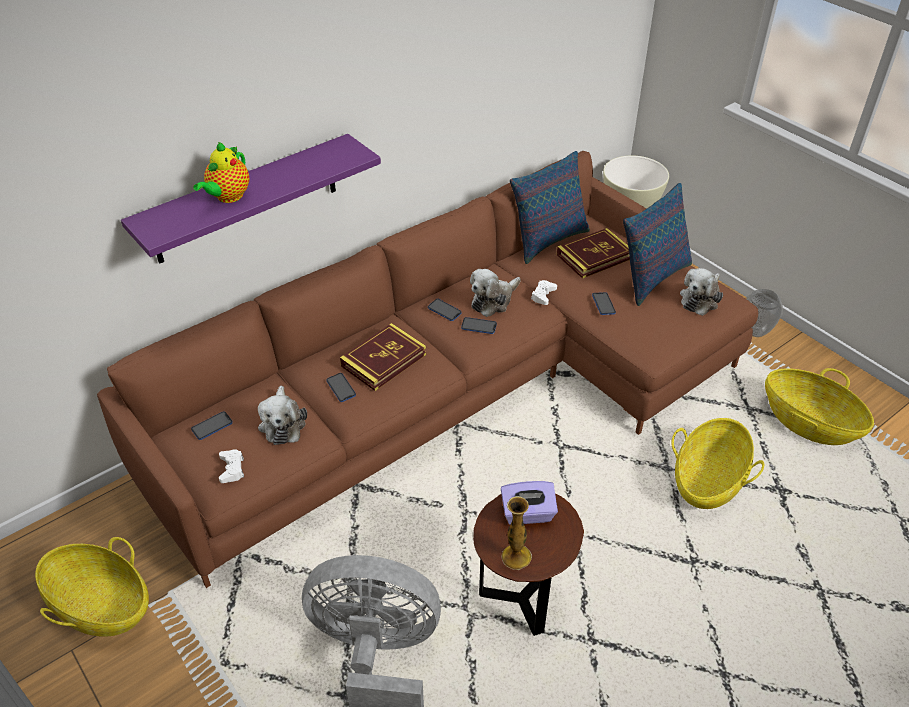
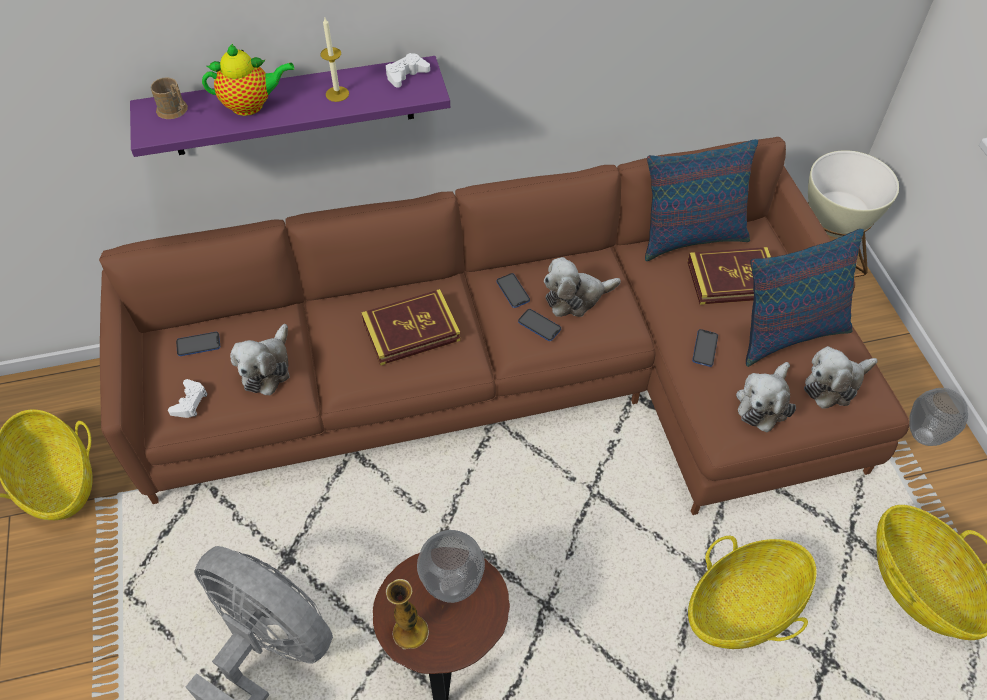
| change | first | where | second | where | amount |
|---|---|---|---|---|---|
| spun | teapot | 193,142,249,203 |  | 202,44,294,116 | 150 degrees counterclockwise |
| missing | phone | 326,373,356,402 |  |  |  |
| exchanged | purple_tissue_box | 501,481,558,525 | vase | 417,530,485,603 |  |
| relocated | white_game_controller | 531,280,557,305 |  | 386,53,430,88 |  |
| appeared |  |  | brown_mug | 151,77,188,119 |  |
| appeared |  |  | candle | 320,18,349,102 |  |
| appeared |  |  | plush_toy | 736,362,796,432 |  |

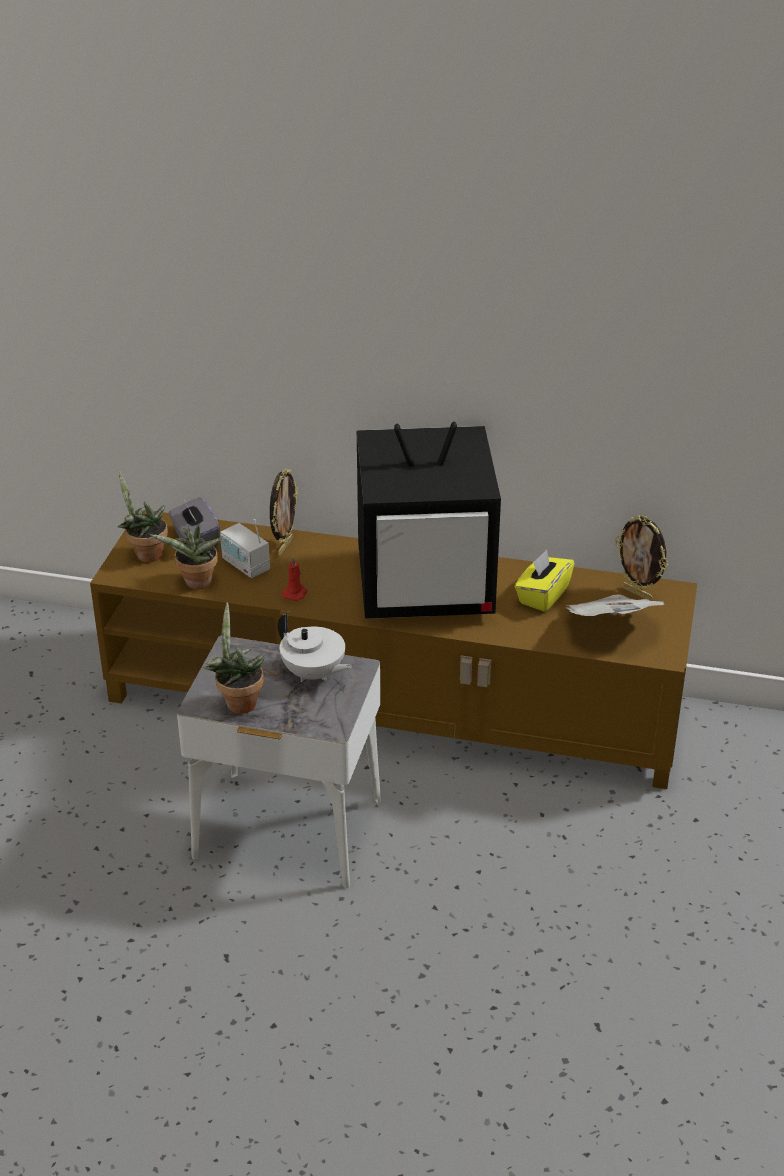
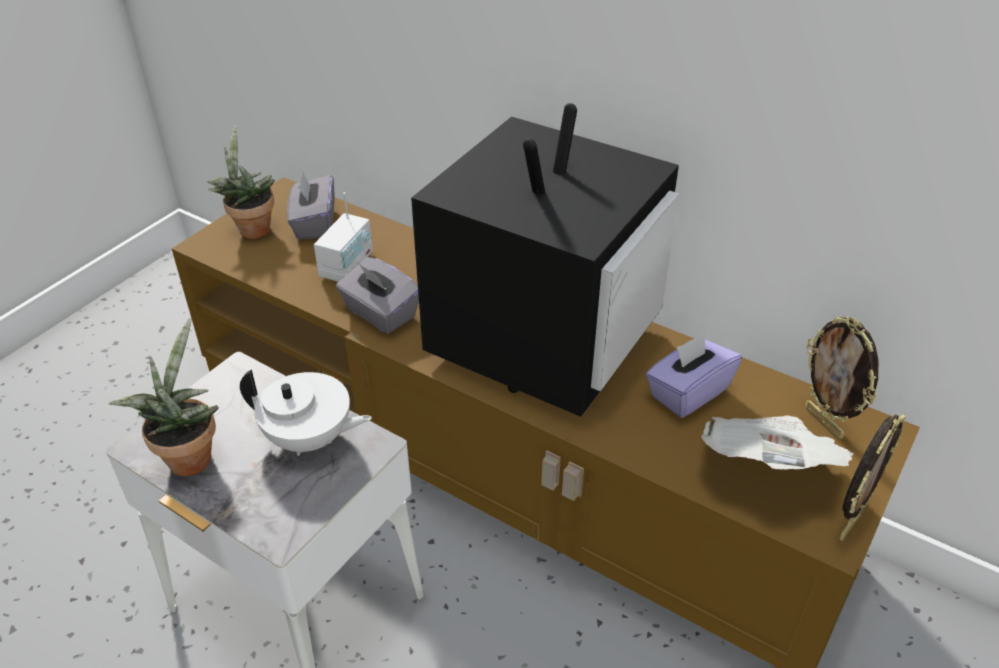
| change | first | where | second | where | amount |
|---|---|---|---|---|---|
| missing | potted_plant | 149,524,222,589 |  |  |  |
| spun | radio | 220,519,270,578 |  | 314,192,373,282 | 135 degrees counterclockwise |
| relocated | picture_frame | 270,469,298,556 |  | 839,413,906,541 |  |
| spun | white_teapot | 278,614,352,682 |  | 240,370,372,456 | 45 degrees counterclockwise |
| exchanged | red_candle | 282,556,307,601 | grey_tissue_box | 336,257,419,334 |  |
| spun | television | 357,422,501,619 |  | 411,103,679,417 | 75 degrees counterclockwise |
| colour | yellow_tissue_box | 515,549,574,612 | purple_tissue_box | 646,332,742,418 |  |

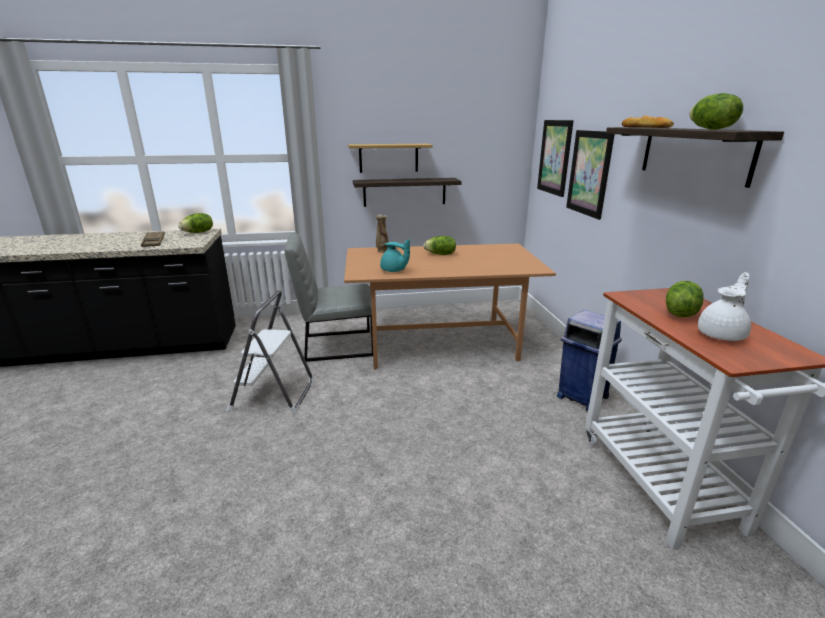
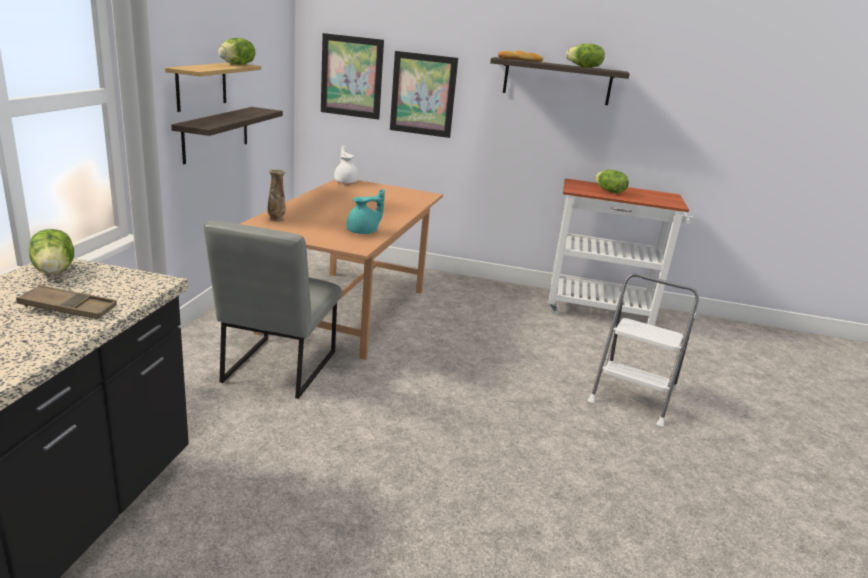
| change | first | where | second | where | amount |
|---|---|---|---|---|---|
| relocated | white_step_ladder | 227,290,314,414 |  | 588,274,699,427 |  |
| relocated | lettuce | 423,236,456,255 |  | 218,38,256,65 |  |
| missing | blue_trash_can | 557,310,622,411 |  |  |  |
| relocated | white_teapot | 698,272,751,341 |  | 334,145,359,183 |  |

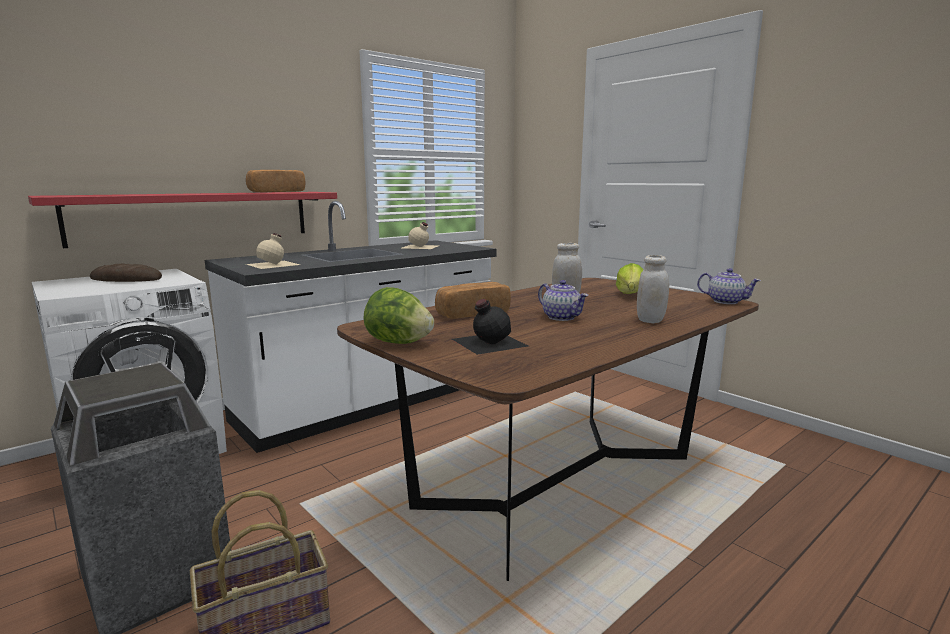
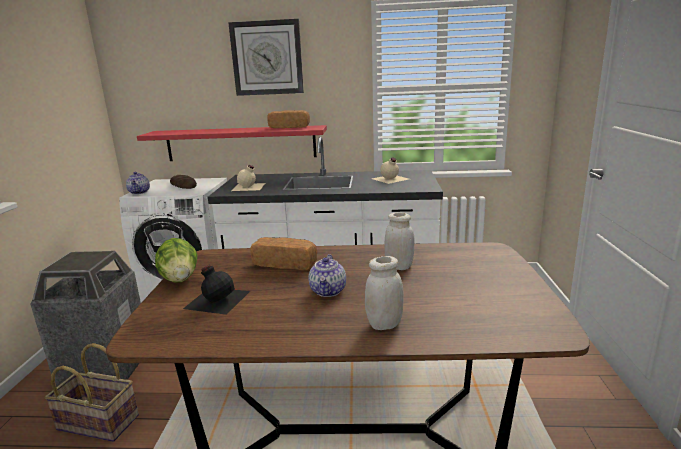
| change | first | where | second | where | amount |
|---|---|---|---|---|---|
| missing | lettuce | 616,263,643,294 |  |  |  |
| relocated | teapot | 697,268,761,304 |  | 126,172,150,194 |  |
| appeared |  |  | wall_clock | 228,19,304,96 |  |

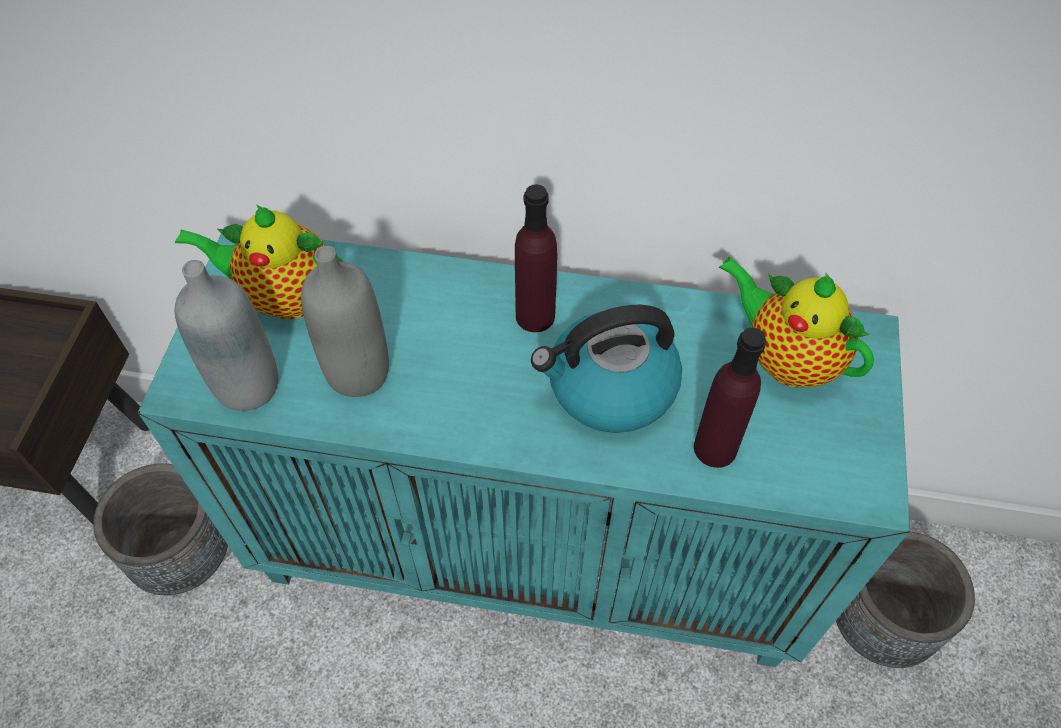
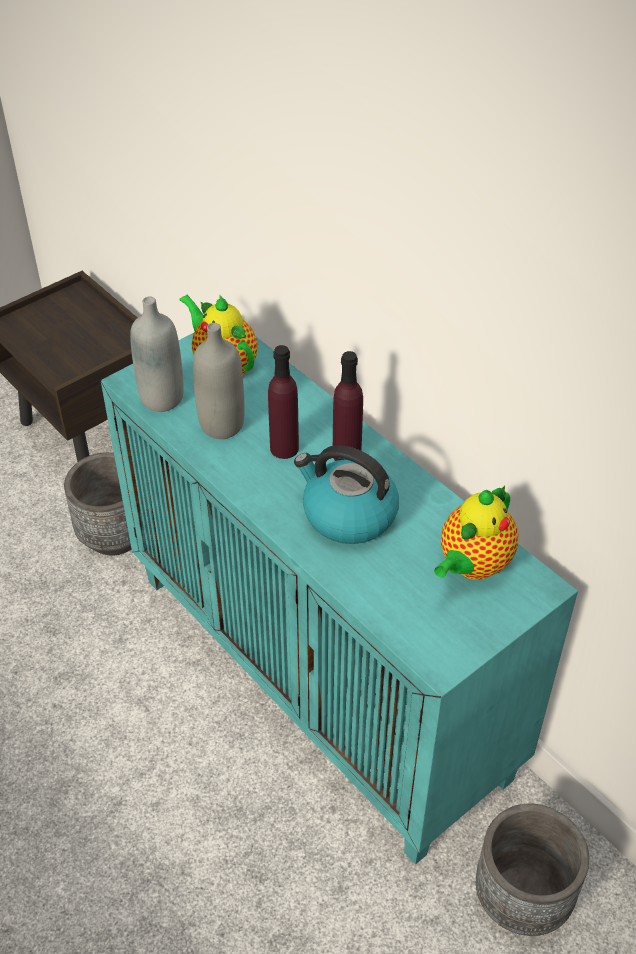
| change | first | where | second | where | amount |
|---|---|---|---|---|---|
| relocated | purple_bottle | 694,328,766,468 |  | 268,345,299,459 |  |
| spun | teapot | 718,257,874,387 |  | 434,485,519,580 | 135 degrees counterclockwise |

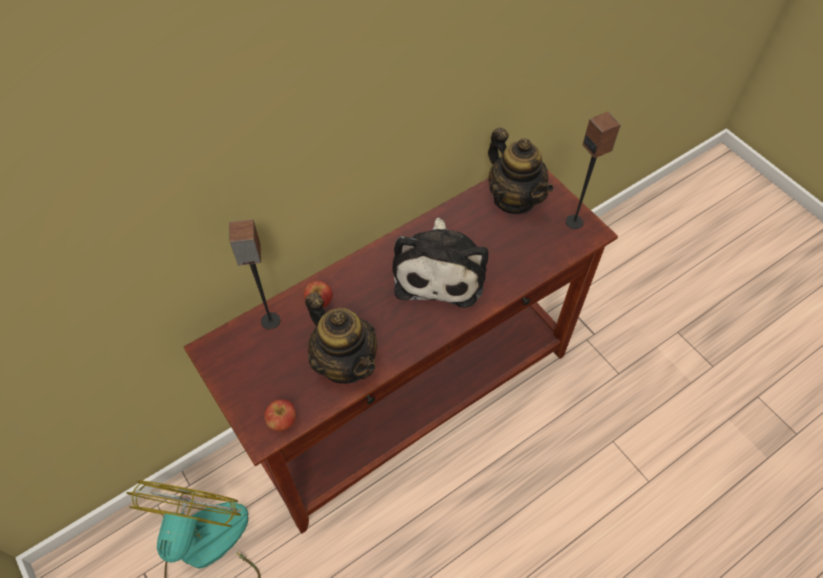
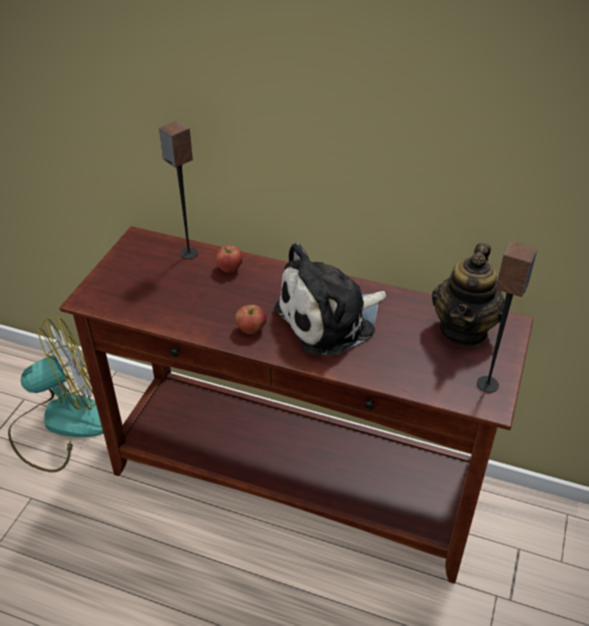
| change | first | where | second | where | amount |
|---|---|---|---|---|---|
| relocated | apple | 264,399,296,431 |  | 235,305,267,334 |  |
| missing | teapot | 305,292,377,384 |  |  |  |

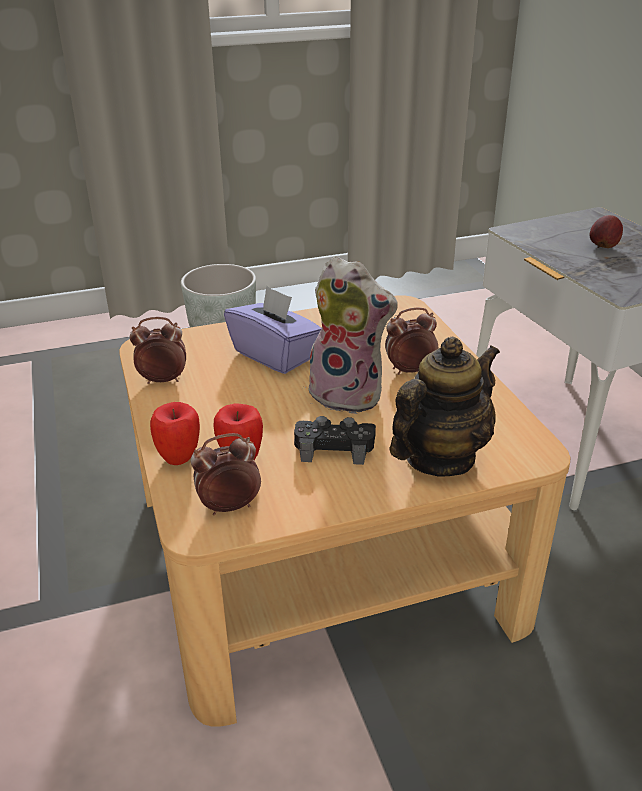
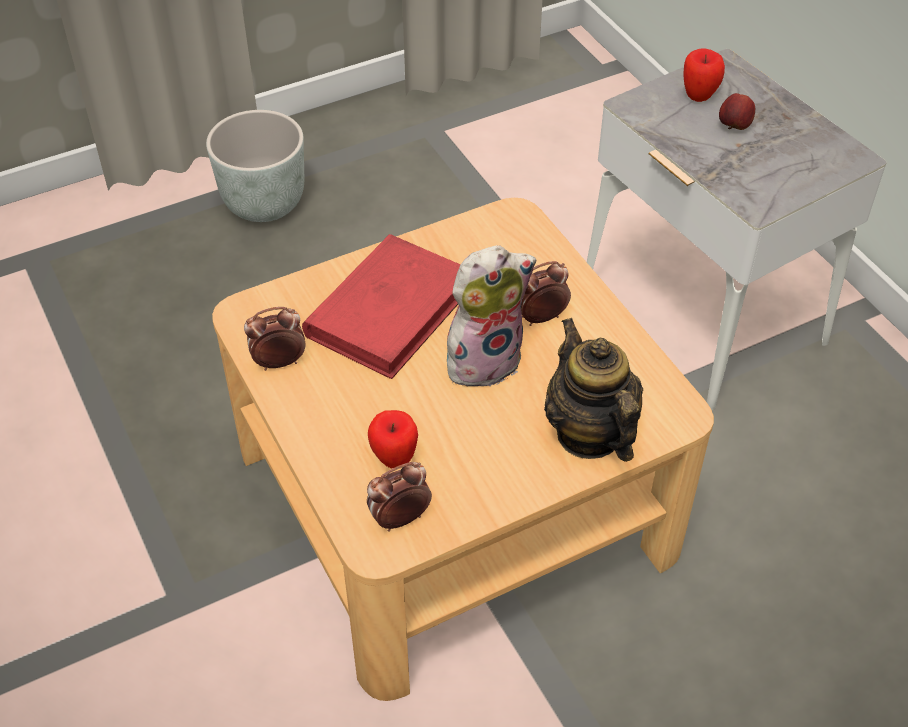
| change | first | where | second | where | amount |
|---|---|---|---|---|---|
| relocated | apple | 150,402,200,465 |  | 683,48,725,102 |  |
| exchanged | purple_tissue_box | 224,286,321,374 | red_book | 302,234,460,379 |  |
| missing | black_game_controller | 294,416,376,465 |  |  |  |
| spun | plush_toy | 305,256,398,414 |  | 447,245,536,387 | 45 degrees counterclockwise |
| spun | teapot | 389,336,500,477 |  | 544,318,643,462 | 60 degrees counterclockwise |

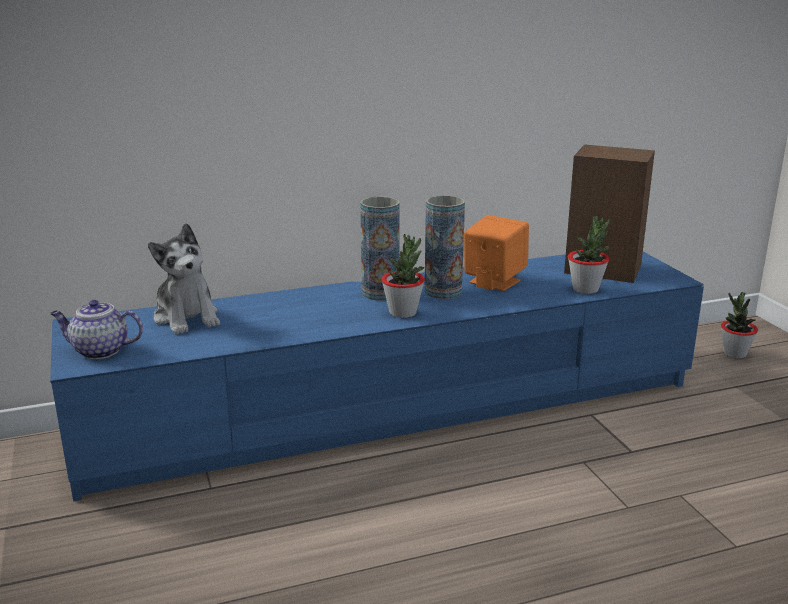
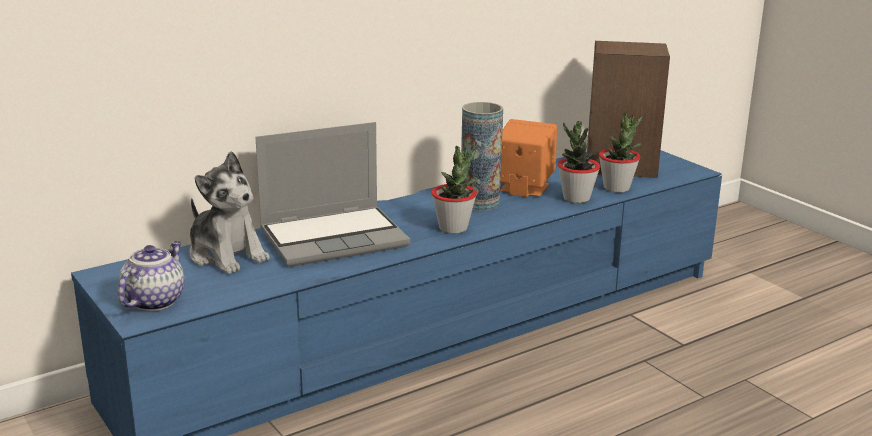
| change | first | where | second | where | amount |
|---|---|---|---|---|---|
| spun | teapot | 50,300,143,359 |  | 118,241,184,311 | 120 degrees clockwise |
| missing | vase | 360,197,400,301 |  |  |  |
| relocated | potted_plant | 721,292,758,359 |  | 558,121,600,203 |  |
| appeared |  |  | laptop | 255,122,410,267 |  |

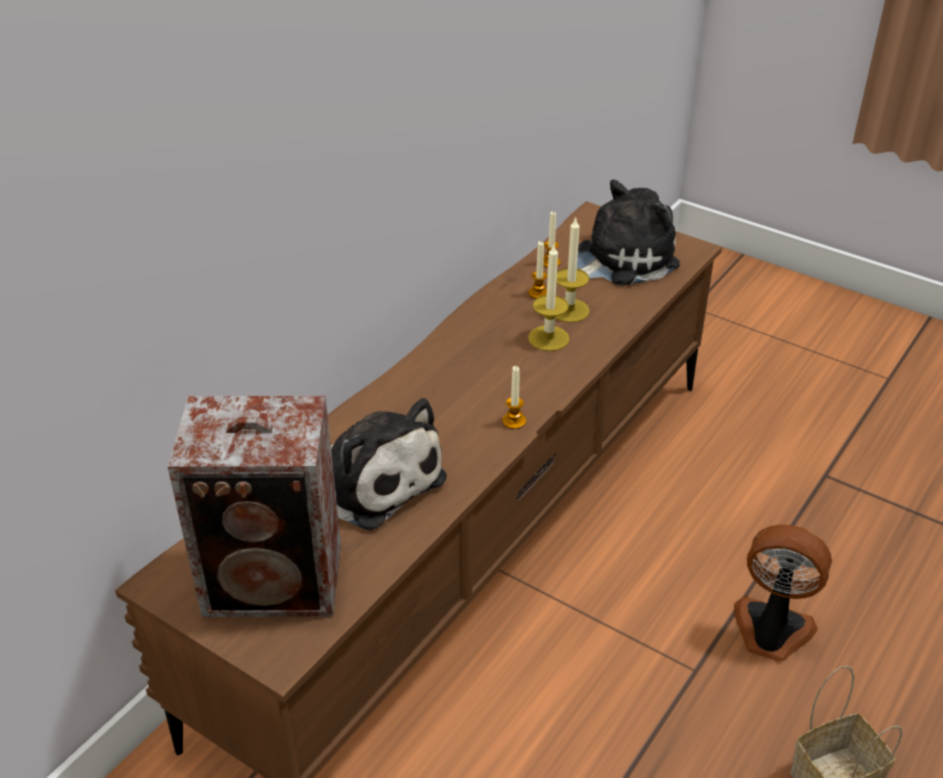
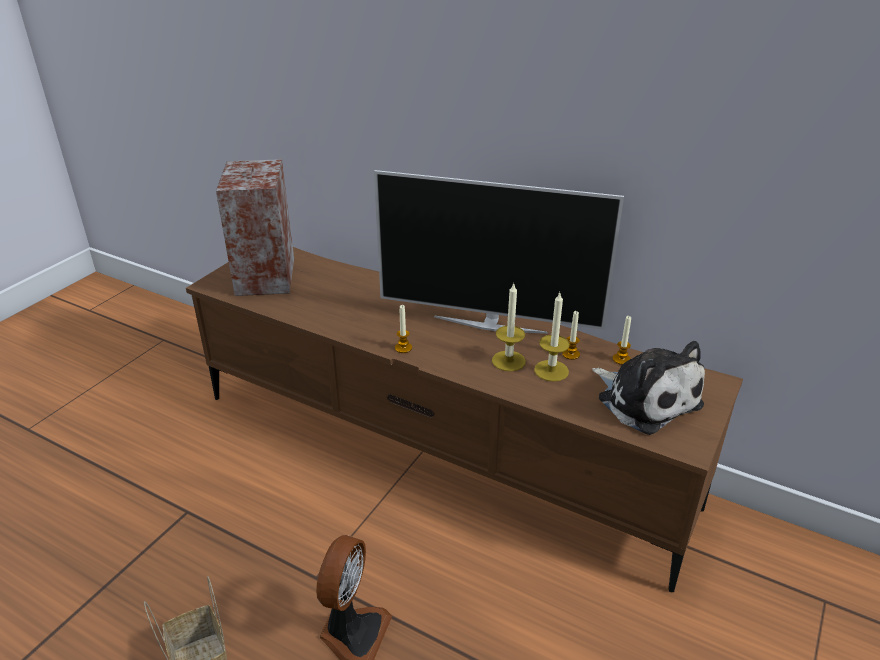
| change | first | where | second | where | amount |
|---|---|---|---|---|---|
| missing | plush_toy | 331,398,447,531 |  |  |  |
| appeared |  |  | television | 374,170,624,334 |  |

